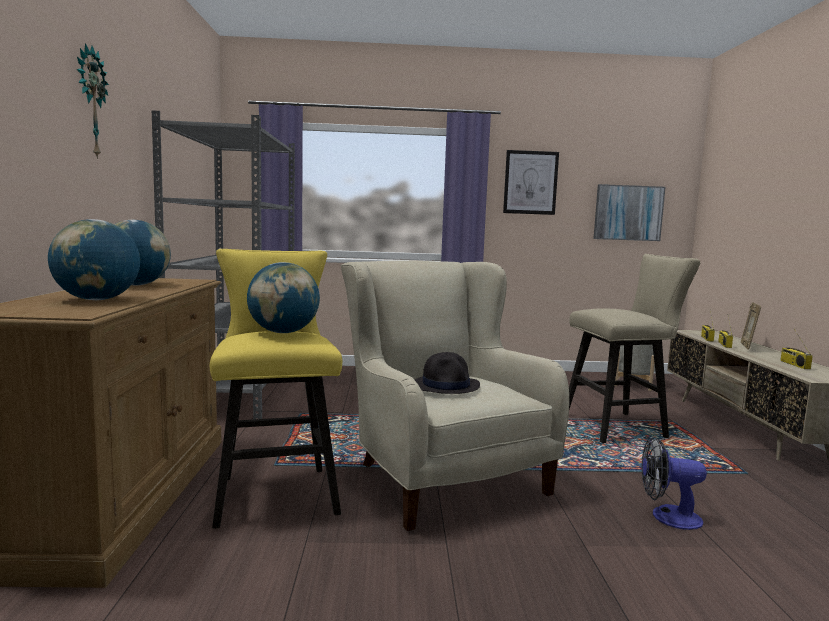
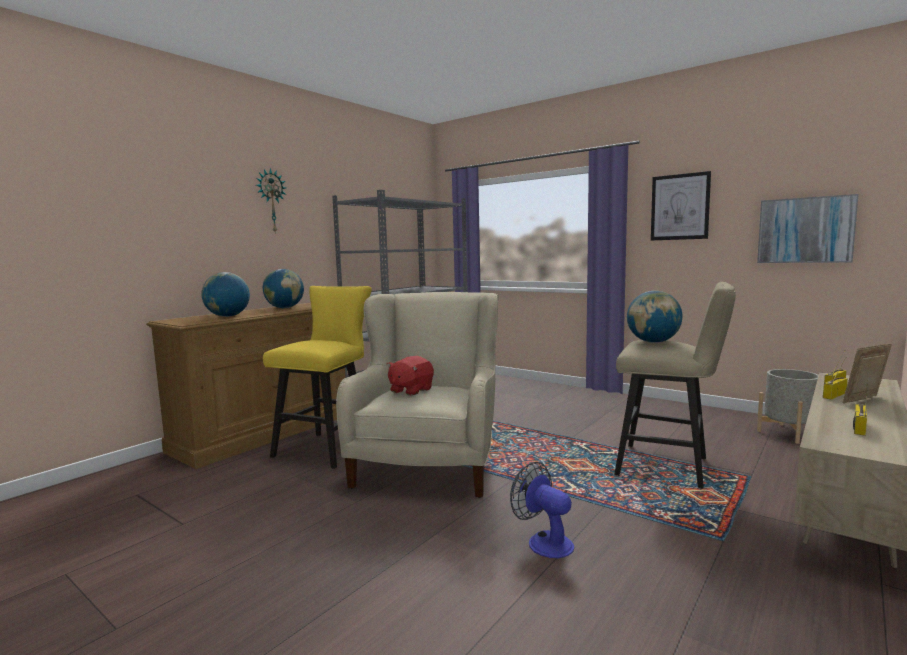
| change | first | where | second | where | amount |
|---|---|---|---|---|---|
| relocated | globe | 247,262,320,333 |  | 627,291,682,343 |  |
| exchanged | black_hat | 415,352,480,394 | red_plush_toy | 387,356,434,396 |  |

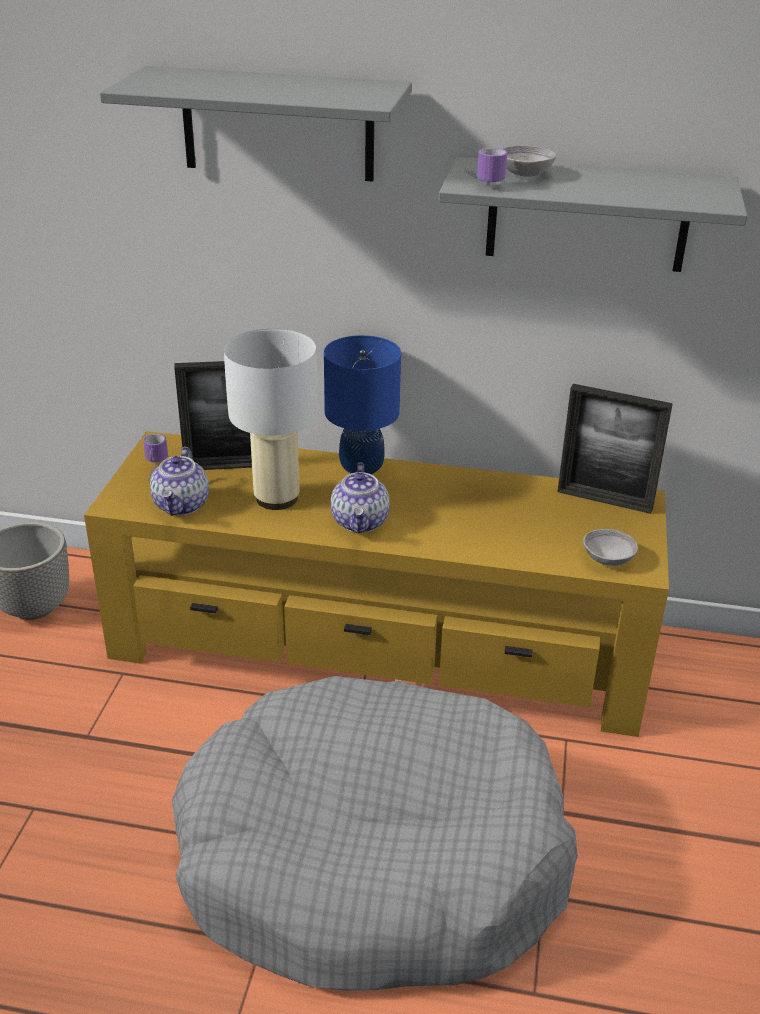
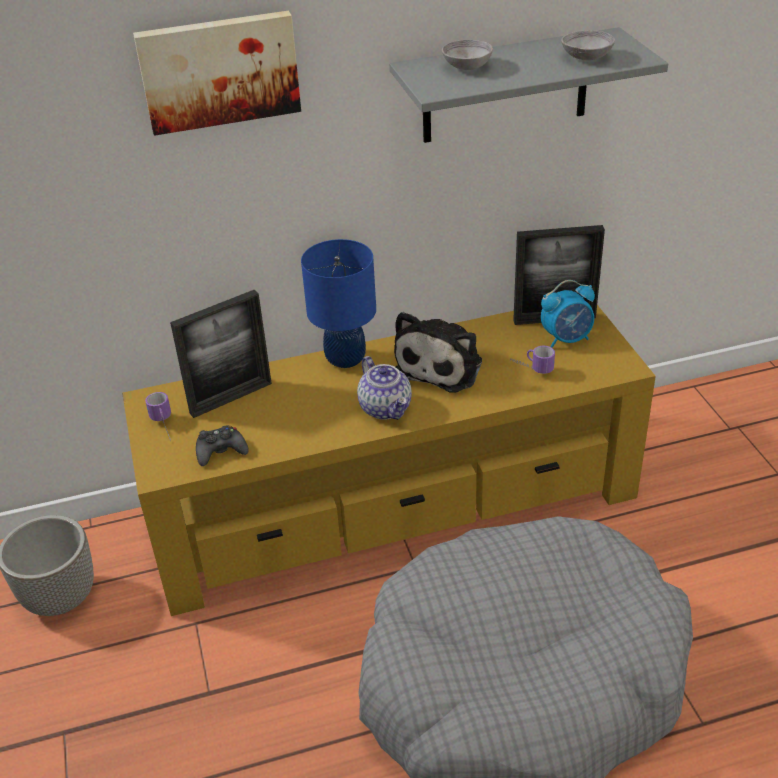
| change | first | where | second | where | amount |
|---|---|---|---|---|---|
| exchanged | grey_shelf | 100,66,412,182 | picture | 133,11,301,136 |  |
| exchanged | teapot | 150,447,209,516 | black_game_controller | 196,425,249,466 |  |
| missing | white_table_lamp | 224,329,317,510 |  |  |  |
| relocated | mug | 465,148,507,186 |  | 510,346,555,374 |  |
| relocated | grey_bowl | 583,529,638,566 |  | 561,30,615,60 |  |
| appeared |  |  | plush_toy | 394,312,482,392 |  |
| appeared |  |  | alarm_clock | 541,280,595,347 |  |

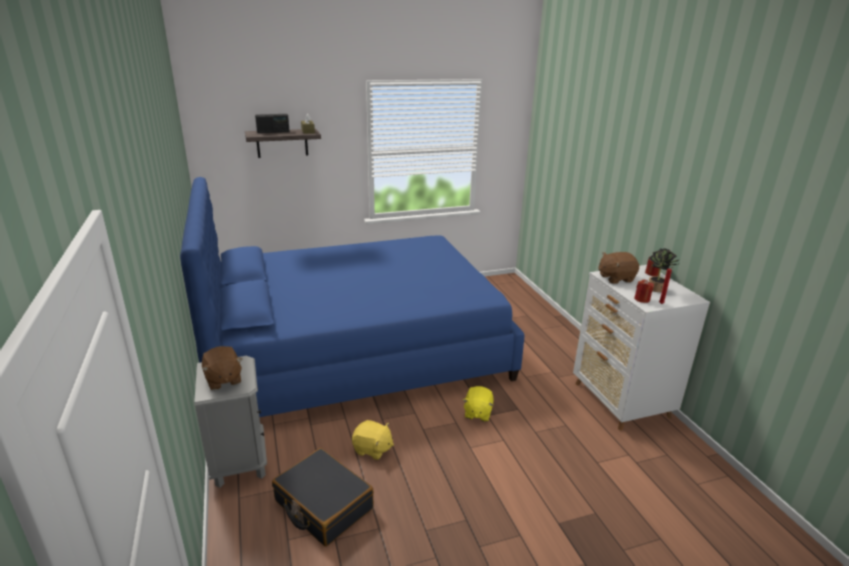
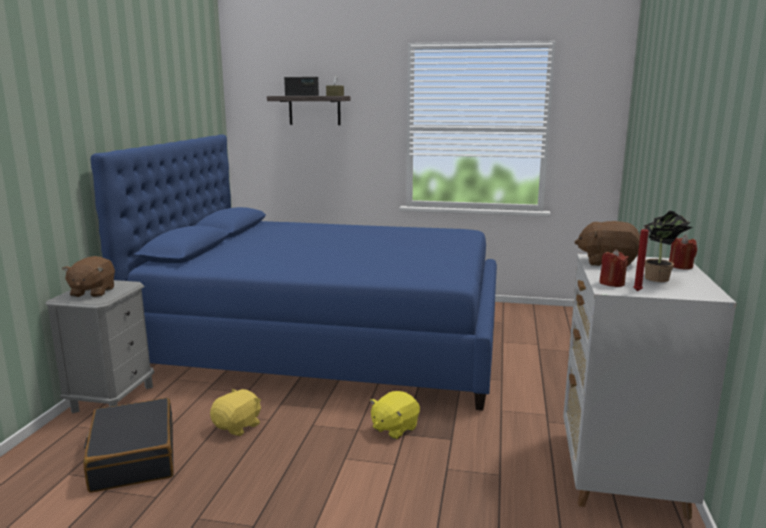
| change | first | where | second | where | amount |
|---|---|---|---|---|---|
| spun | yellow_plush_toy | 352,420,394,460 |  | 210,388,261,436 | 105 degrees counterclockwise |

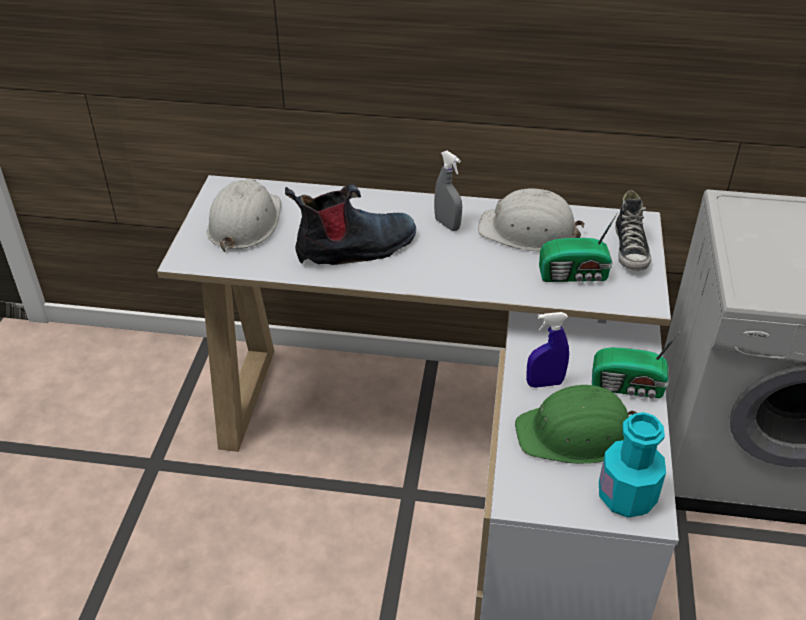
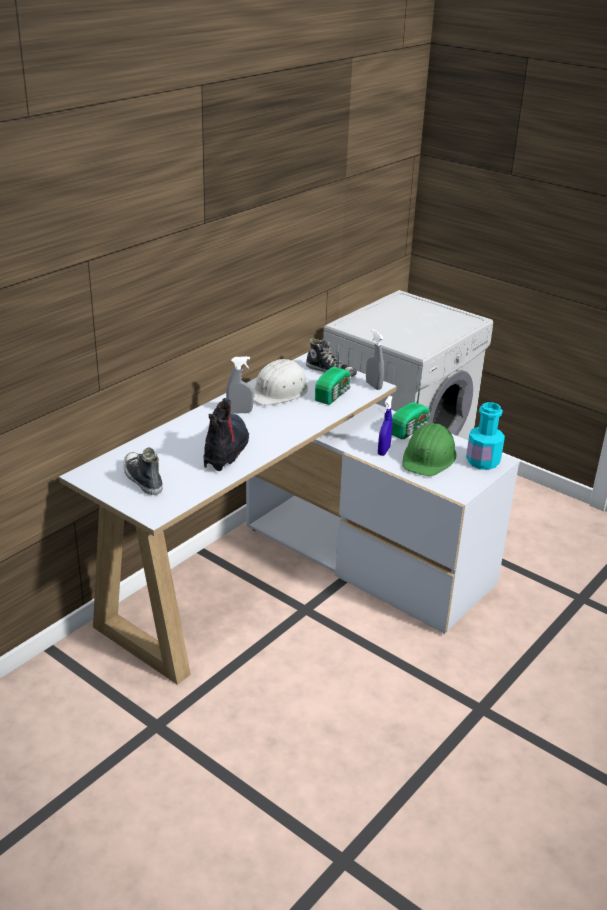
| change | first | where | second | where | amount |
|---|---|---|---|---|---|
| exchanged | white_hard_hat | 207,179,281,252 | shoe | 123,448,163,495 |  |
| appeared |  |  | grey_spray_bottle | 366,330,384,390 |  |

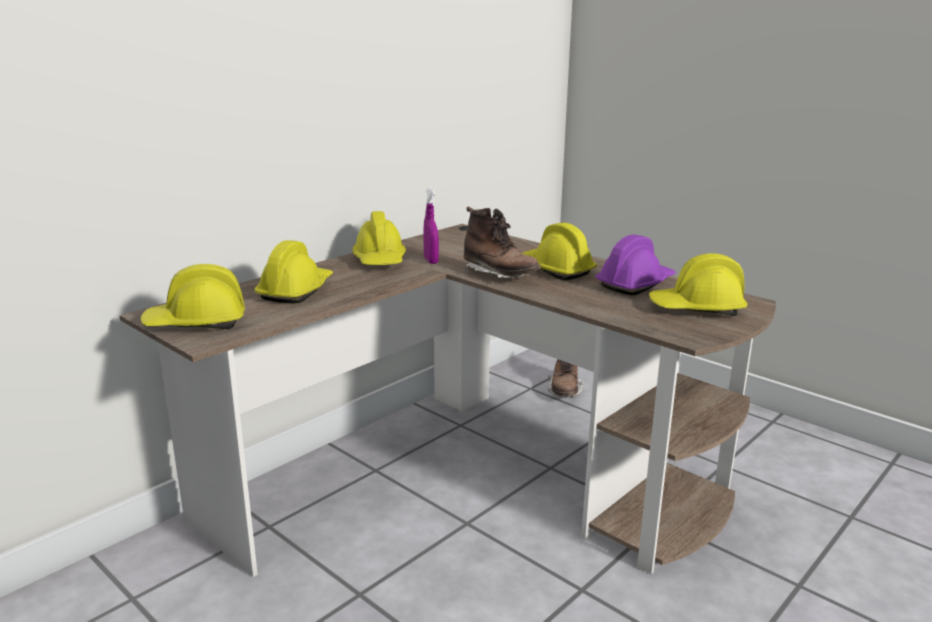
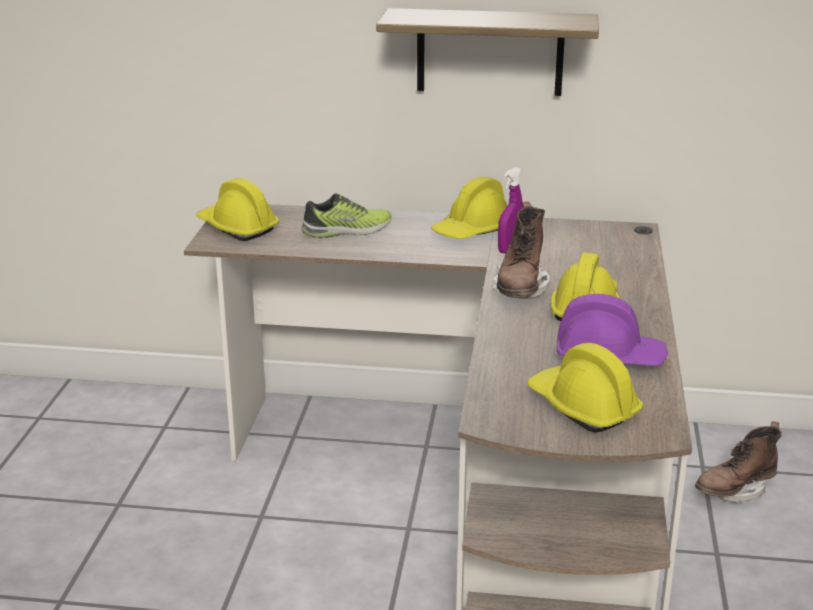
| change | first | where | second | where | amount |
|---|---|---|---|---|---|
| exchanged | yellow_hard_hat | 254,240,333,303 | shoe | 302,193,391,238 |  |
| appeared |  |  | shelf | 376,8,599,96 |  |

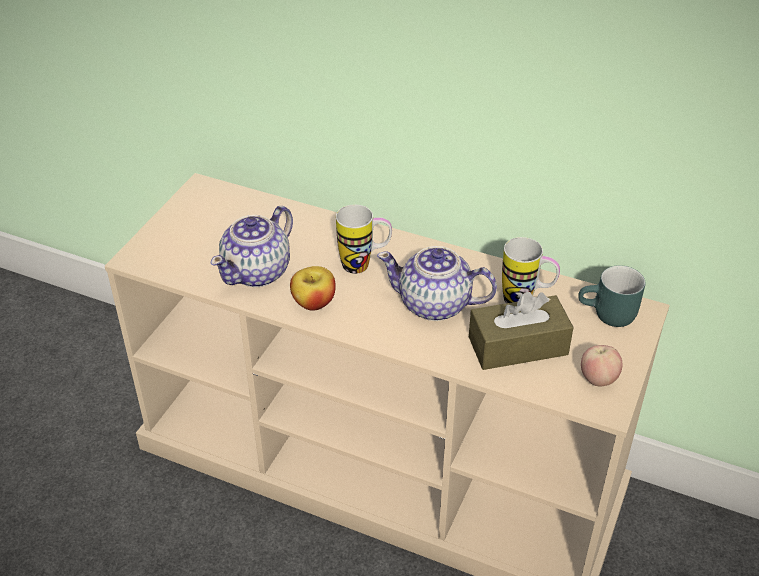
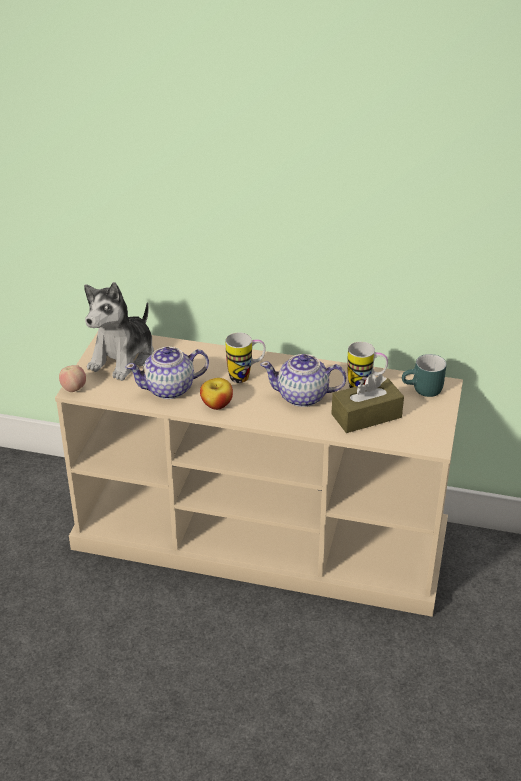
| change | first | where | second | where | amount |
|---|---|---|---|---|---|
| spun | teapot | 211,206,293,287 |  | 125,347,209,399 | 45 degrees clockwise |
| relocated | apple | 581,345,622,386 |  | 59,365,86,392 |  |
| appeared |  |  | plush_toy | 84,282,154,381 |  |

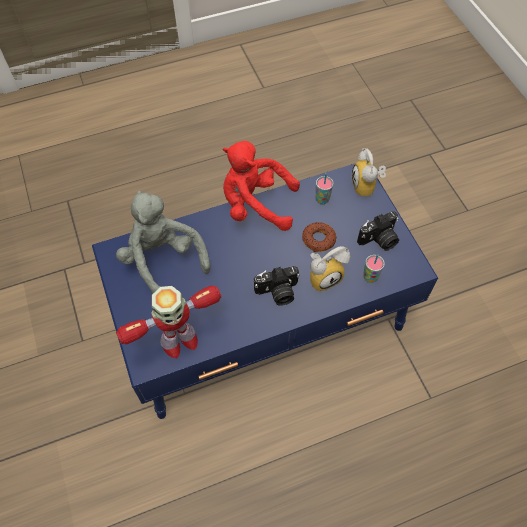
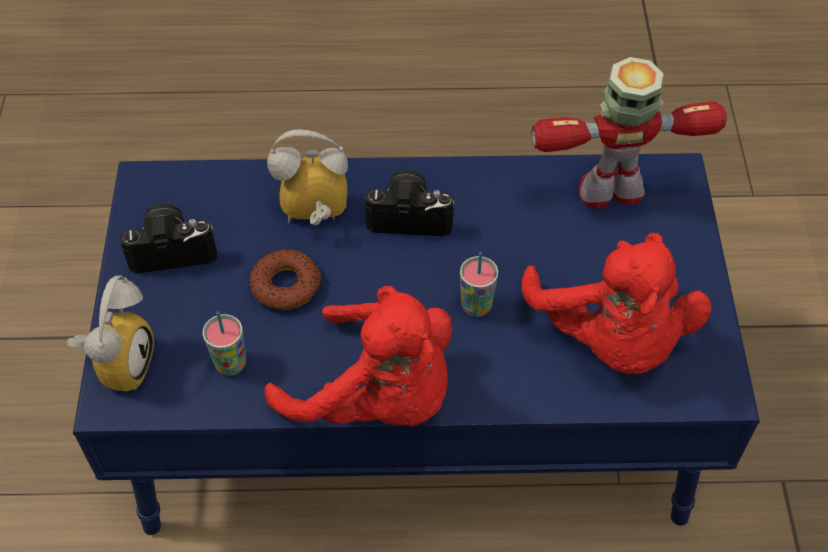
| change | first | where | second | where | amount |
|---|---|---|---|---|---|
| colour | grey_plush_toy | 116,190,210,294 | red_plush_toy | 521,233,711,374 |  |
| relocated | cup | 363,254,384,283 |  | 460,252,498,317 |  |

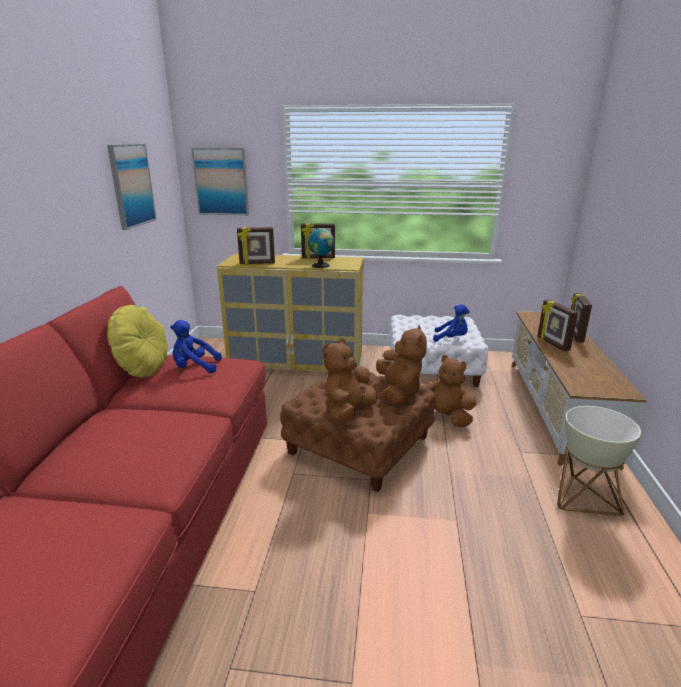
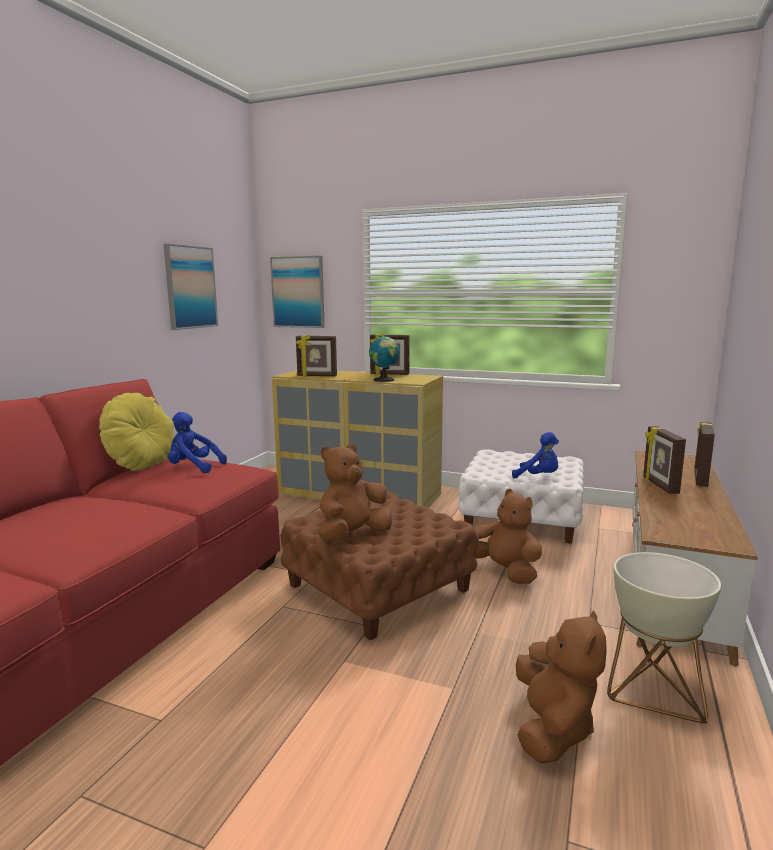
| change | first | where | second | where | amount |
|---|---|---|---|---|---|
| relocated | brown_plush_toy | 376,325,427,405 |  | 516,610,607,764 |  |

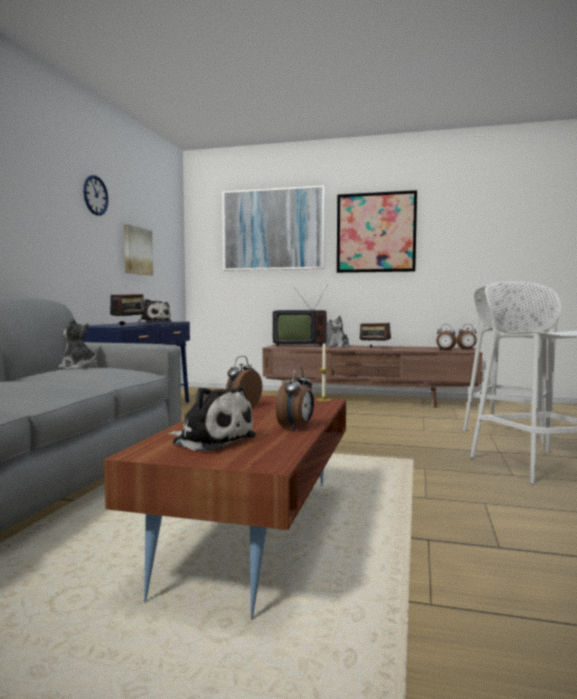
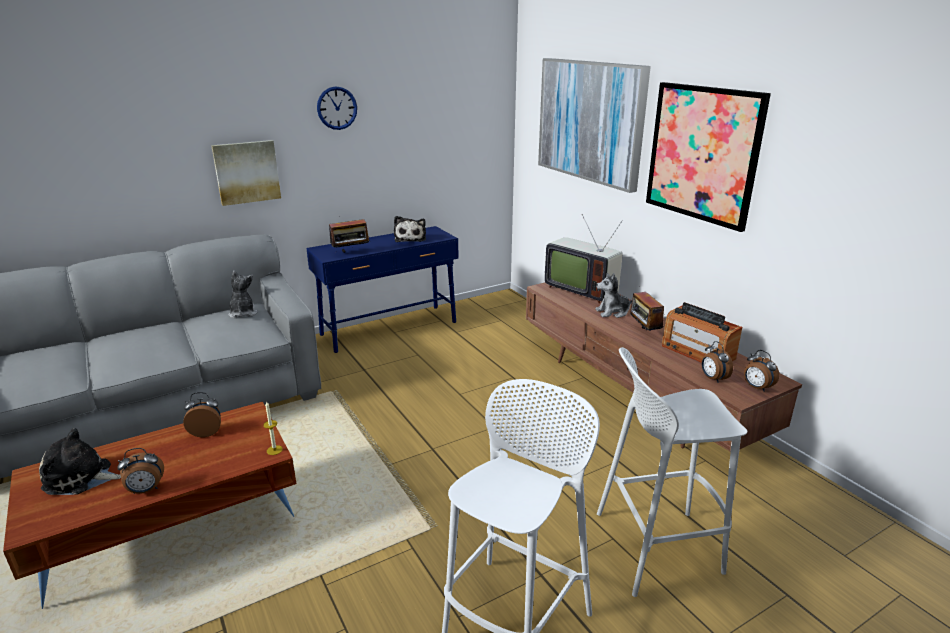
| change | first | where | second | where | amount |
|---|---|---|---|---|---|
| relocated | picture | 124,224,153,275 |  | 211,140,281,206 |  |
| spun | plush_toy | 169,386,256,451 |  | 39,428,121,495 | 105 degrees clockwise |
| appeared |  |  | radio | 662,302,742,362 |  |

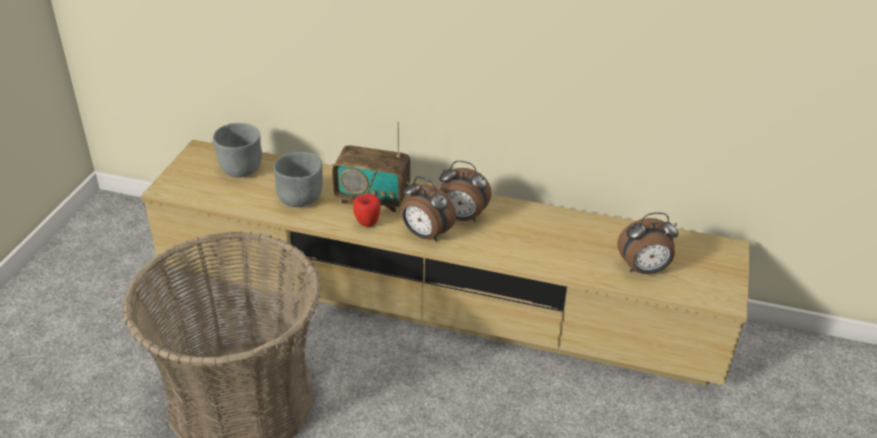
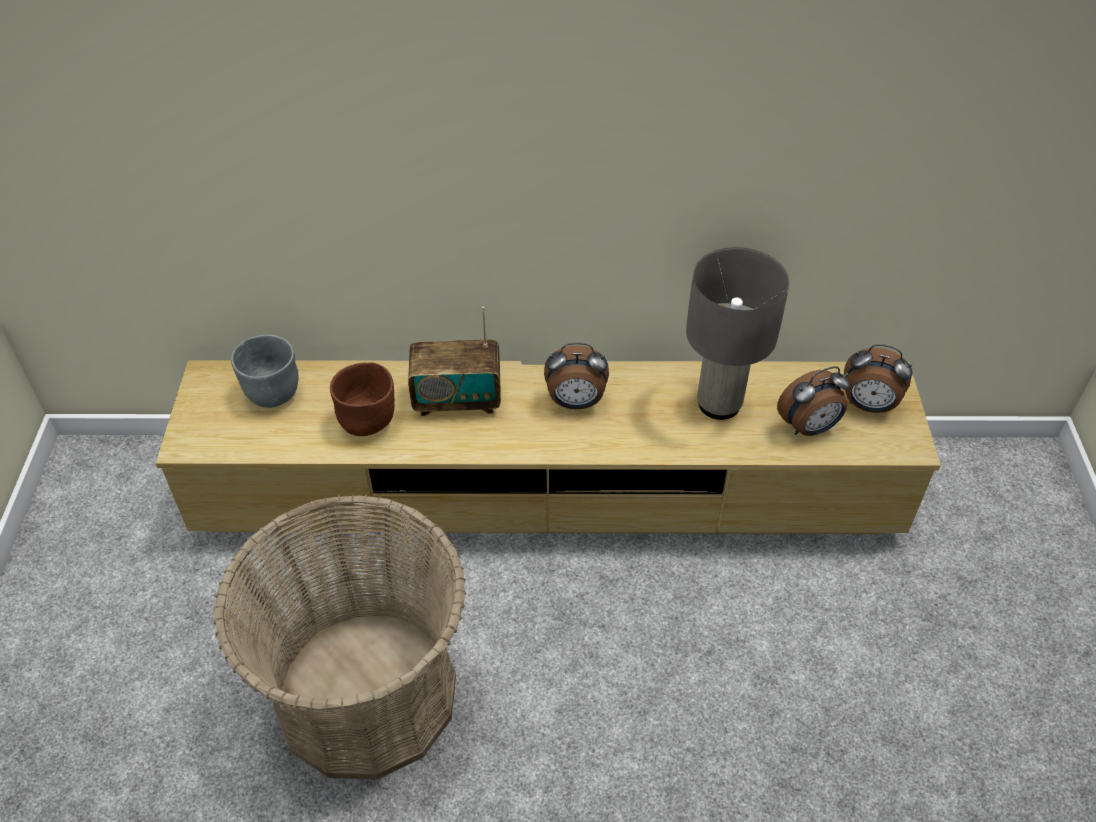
| change | first | where | second | where | amount |
|---|---|---|---|---|---|
| colour | grey_bowl | 273,152,323,207 | brown_bowl | 330,362,395,436 |  |
| missing | apple | 353,193,381,227 |  |  |  |
| relocated | alarm_clock | 401,176,456,242 |  | 844,344,913,413 |  |
| appeared |  |  | grey_table_lamp | 686,247,789,420 |  |

